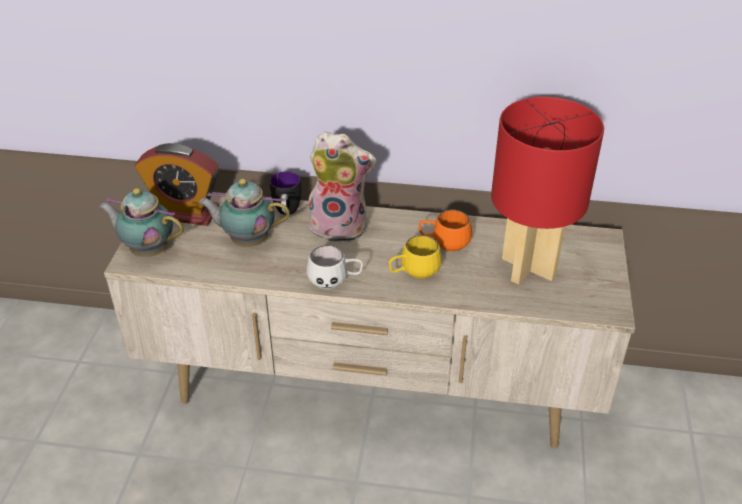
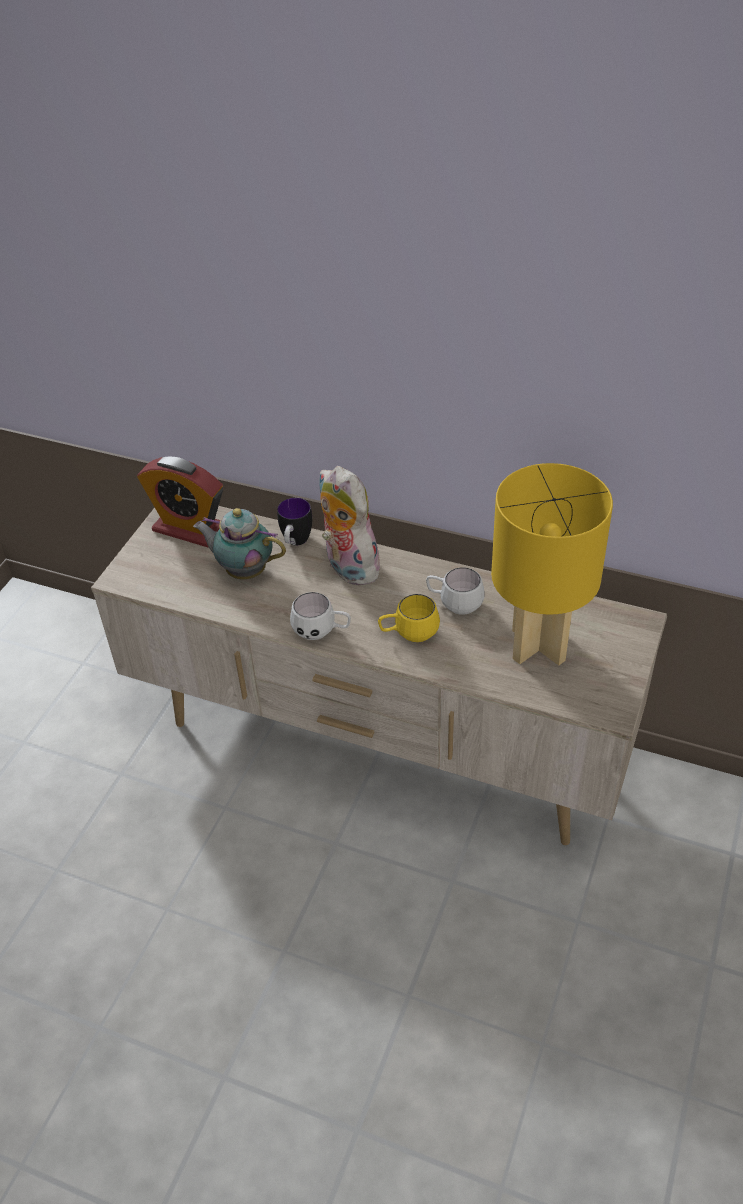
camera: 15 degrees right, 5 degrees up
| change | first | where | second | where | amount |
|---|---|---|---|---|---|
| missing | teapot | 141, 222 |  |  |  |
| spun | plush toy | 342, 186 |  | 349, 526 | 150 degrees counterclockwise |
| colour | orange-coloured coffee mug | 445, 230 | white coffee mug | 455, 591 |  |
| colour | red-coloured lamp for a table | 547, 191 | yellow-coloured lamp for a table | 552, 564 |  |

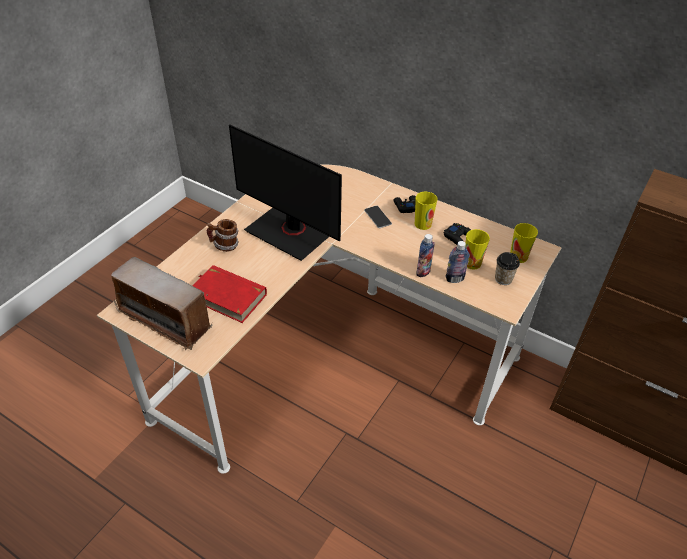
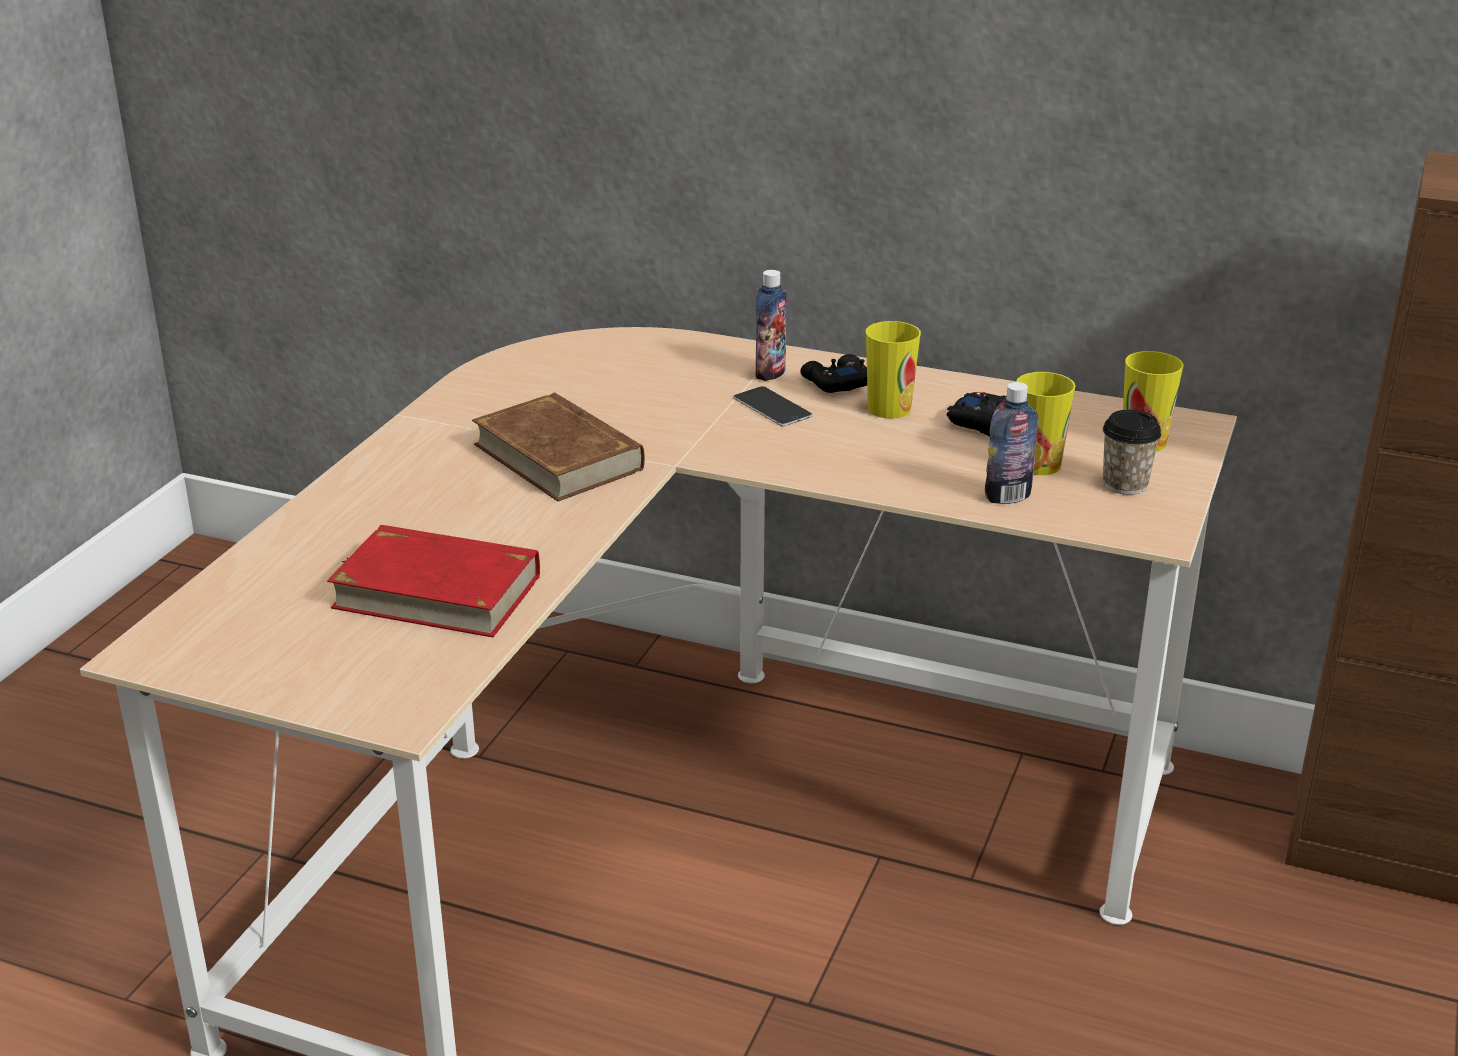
camera: 10 degrees left, 15 degrees down
| change | first | where | second | where | amount |
|---|---|---|---|---|---|
| missing | radio set | 161, 303 |  |  |  |
| missing | coffee mug | 223, 235 |  |  |  |
| exchanged | monitor | 285, 193 | brown-coloured bound book | 558, 447 |  |
| relocated | beverage bottle | 425, 256 |  | 771, 325 |  |

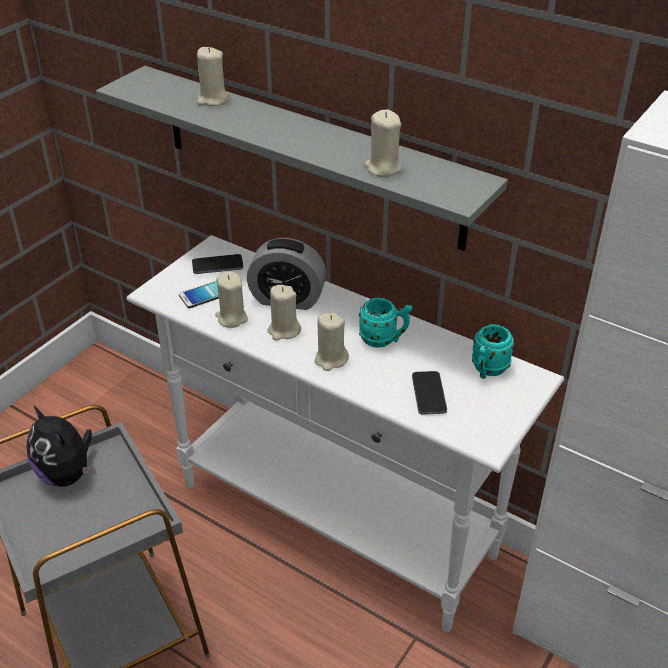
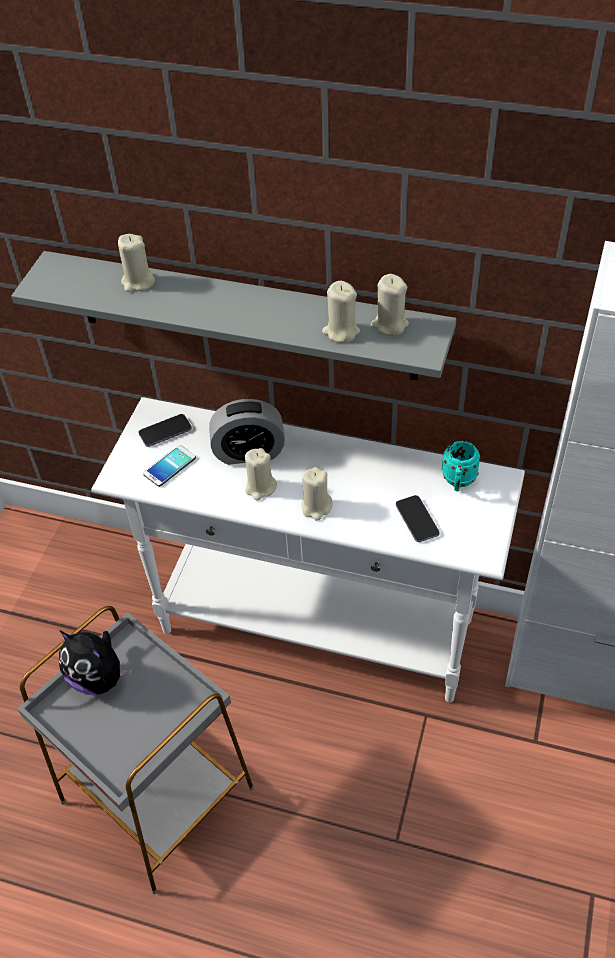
camera: 15 degrees left, 10 degrees up
| change | first | where | second | where | amount |
|---|---|---|---|---|---|
| relocated | beige candle | 231, 299 |  | 390, 305 |  |
| missing | turquoise-coloured coffee mug | 385, 323 |  |  |  |

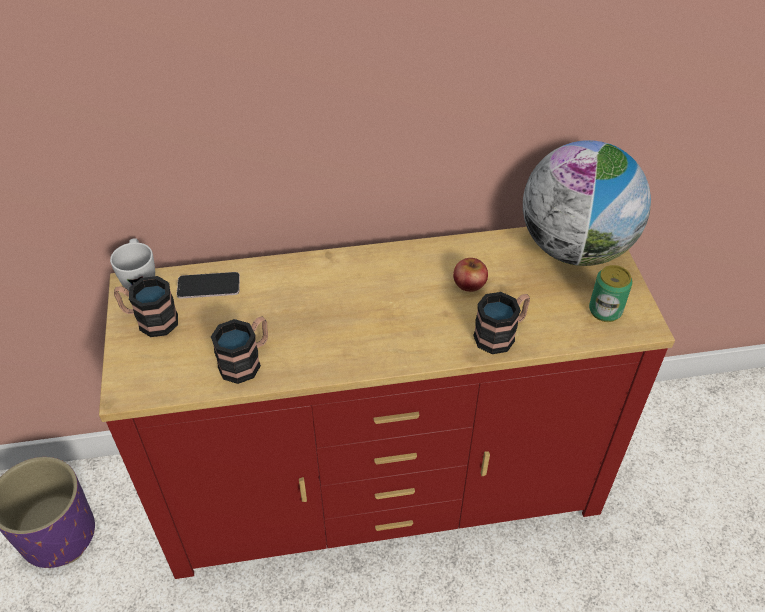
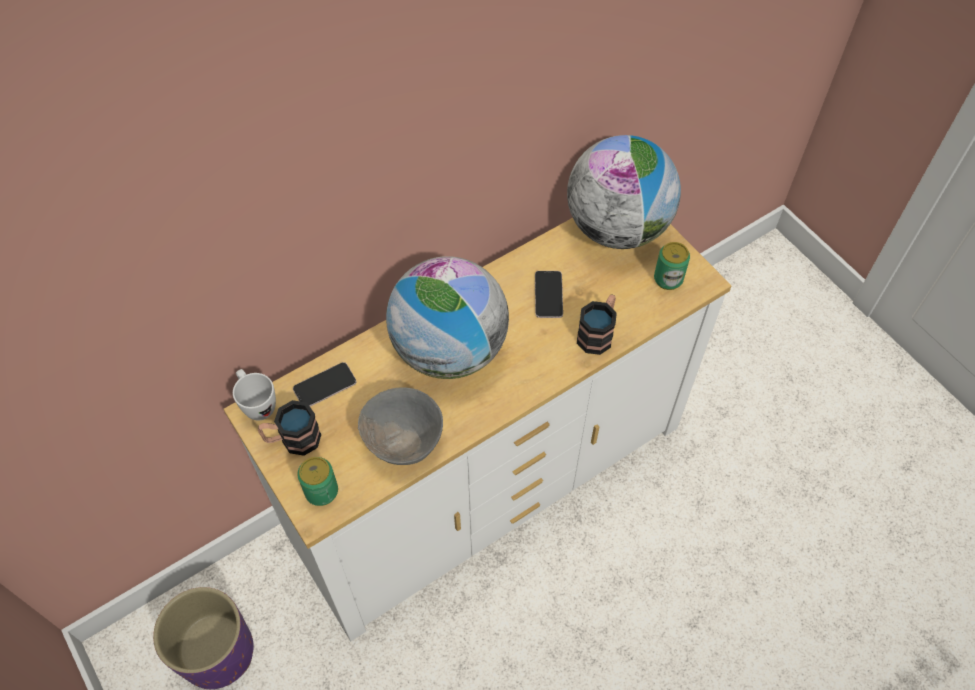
camera: 25 degrees left, 10 degrees up
| change | first | where | second | where | amount |
|---|---|---|---|---|---|
| colour | red-coloured dresser | 387, 403 | white dresser | 478, 429 |  |
| exchanged | coffee mug | 239, 350 | gray bowl | 400, 426 |  |
| exchanged | whole apple | 470, 275 | handset | 549, 294 |  |
| appeared |  |  | sealed can | 317, 481 |  |
| appeared |  |  | world globe | 447, 317 |  |

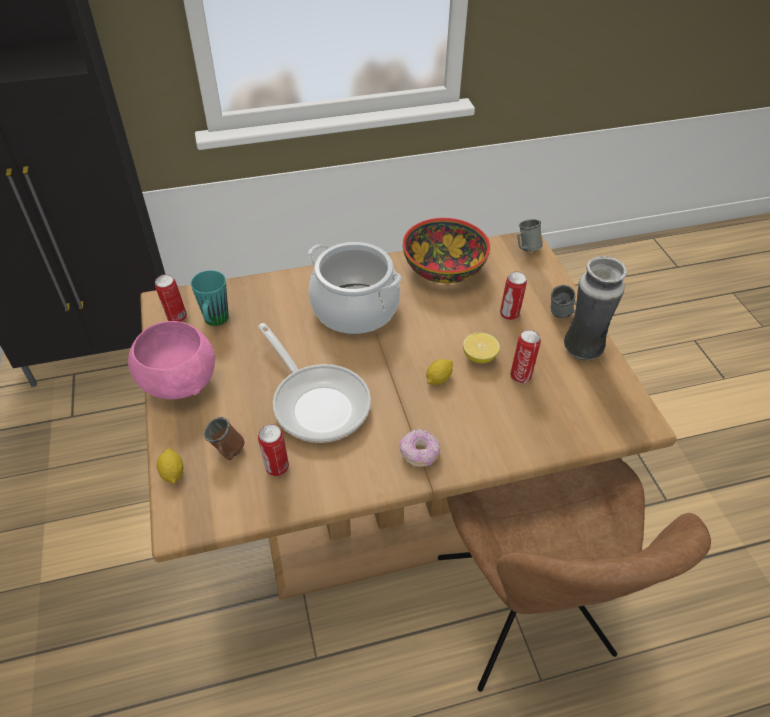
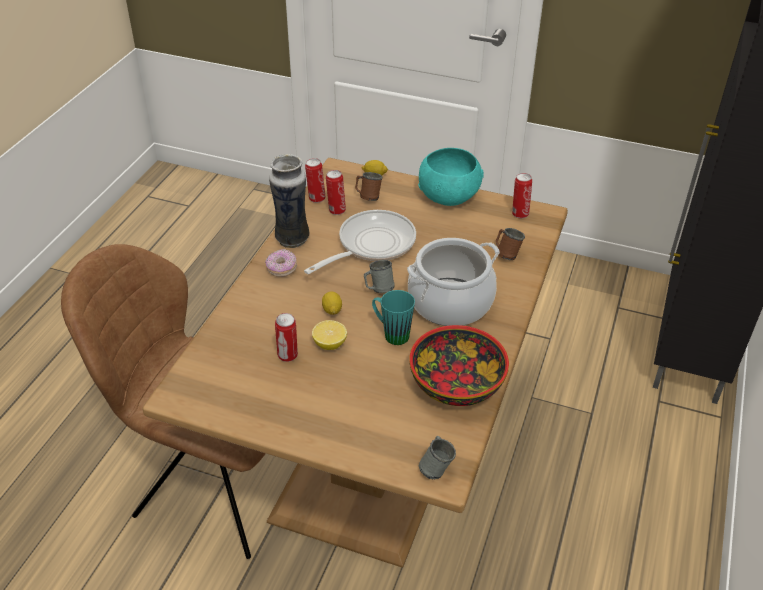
camera: 125 degrees right, 5 degrees down
| change | first | where | second | where | amount |
|---|---|---|---|---|---|
| colour | pinkish bowl | 171, 360 | turquoise-coloured bowl | 451, 177 |  |
| relocated | turquoise-coloured coffee mug | 210, 298 |  | 393, 317 |  |
| spun | pan | 314, 383 |  | 360, 242 | 135 degrees clockwise |
| relocated | sealed can | 513, 295 |  | 315, 180 |  |
| relocated | gray coffee mug | 564, 301 |  | 379, 276 |  |
| relocated | flower vase | 595, 308 |  | 289, 201 |  |
| appeared |  |  | brown-coloured coffee mug | 510, 244 |  |

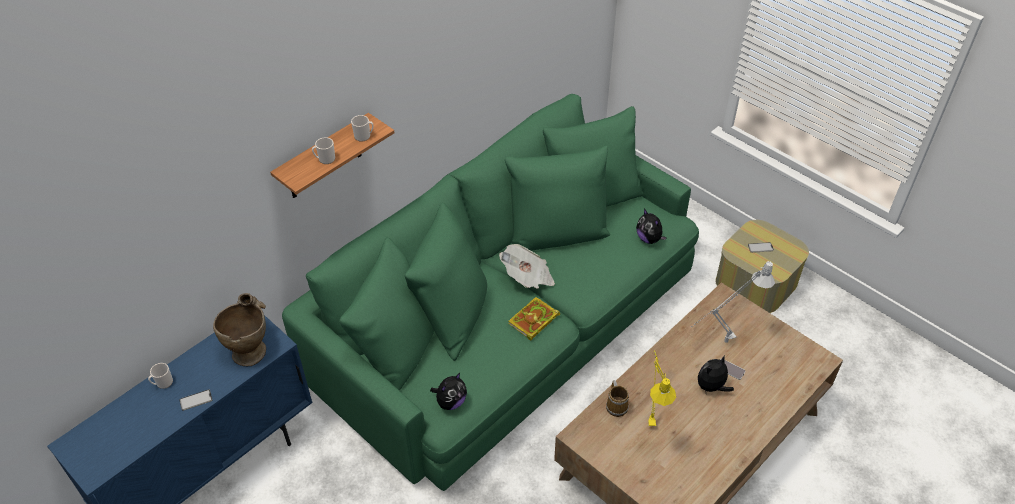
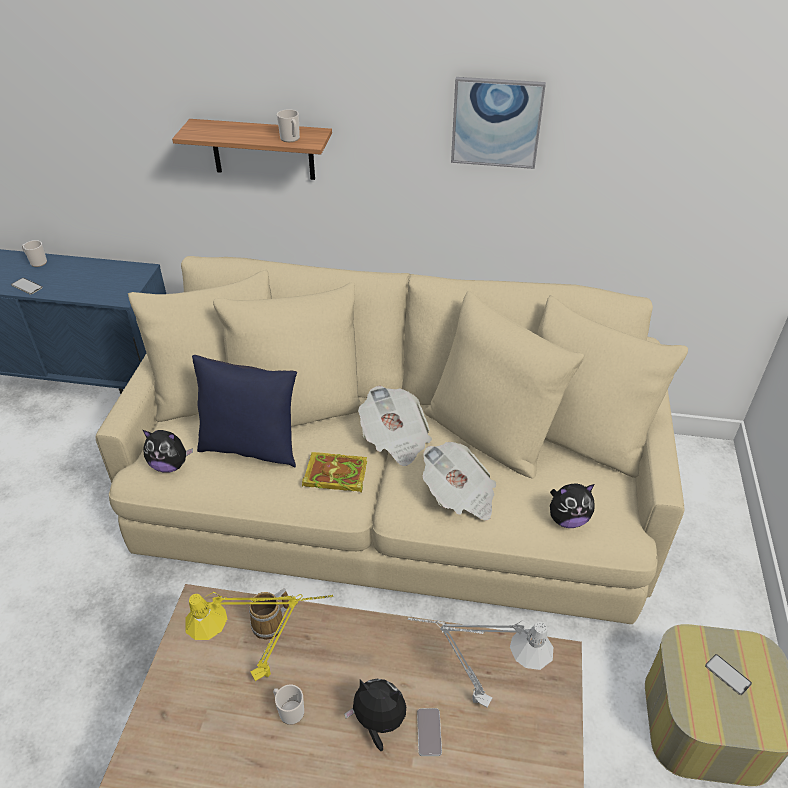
camera: 55 degrees right, 5 degrees down
| change | first | where | second | where | amount |
|---|---|---|---|---|---|
| missing | beige flower vase | 239, 330 |  |  |  |
| colour | green-coloured settee | 490, 292 | beige settee | 392, 440 |  |
| relocated | coffee mug | 323, 150 |  | 288, 705 |  |
| spun | plush toy | 651, 226 |  | 572, 506 | 120 degrees counterclockwise |
| appeared |  |  | blue throw pillow | 244, 411 |  |
| appeared |  |  | daily paper | 459, 481 |  |
| appeared |  |  | picture | 498, 123 |  |

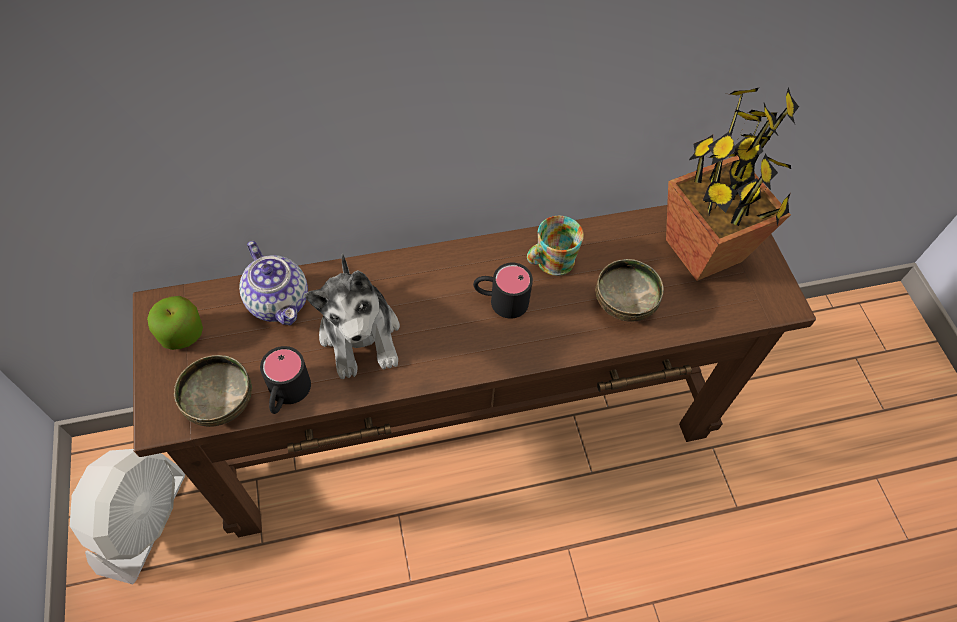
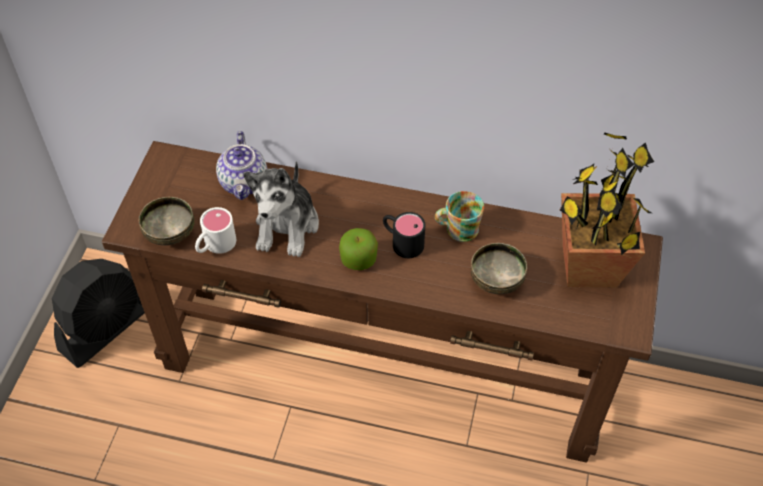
camera: 30 degrees right, 5 degrees down
| change | first | where | second | where | amount |
|---|---|---|---|---|---|
| colour | white fan | 127, 516 | black-coloured fan | 98, 313 |  |
| relocated | whole apple | 175, 323 |  | 358, 249 |  |
| colour | black-coloured coffee mug | 285, 380 | white coffee mug | 215, 230 |  |

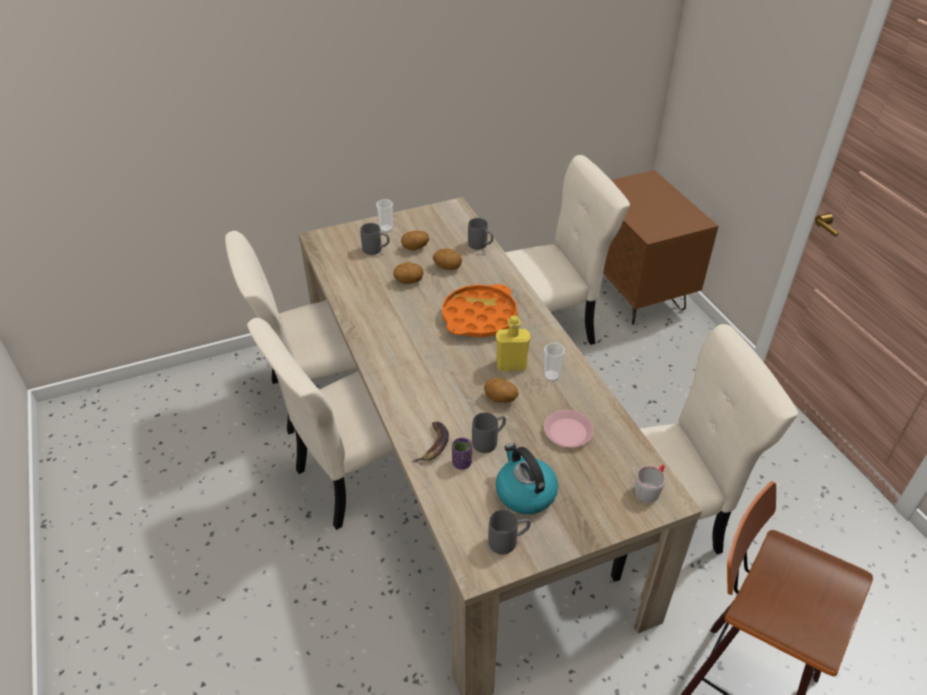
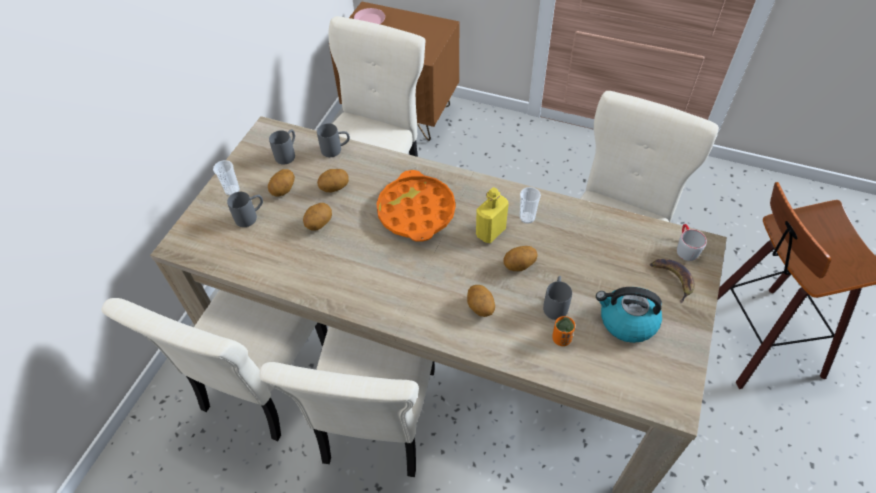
camera: 45 degrees left, 10 degrees up
| change | first | where | second | where | amount |
|---|---|---|---|---|---|
| relocated | banana fruit | 430, 442 |  | 672, 281 |  |
| colour | purplish cup | 462, 454 | orange-coloured cup | 563, 331 |  |
| relocated | gray coffee mug | 509, 532 |  | 282, 146 |  |
| relocated | pinkish flat dish | 569, 429 |  | 369, 16 |  |
| appeared |  |  | whole potato | 481, 301 |  |

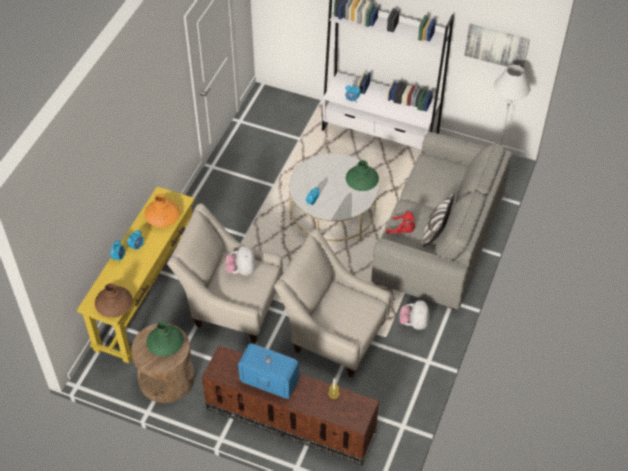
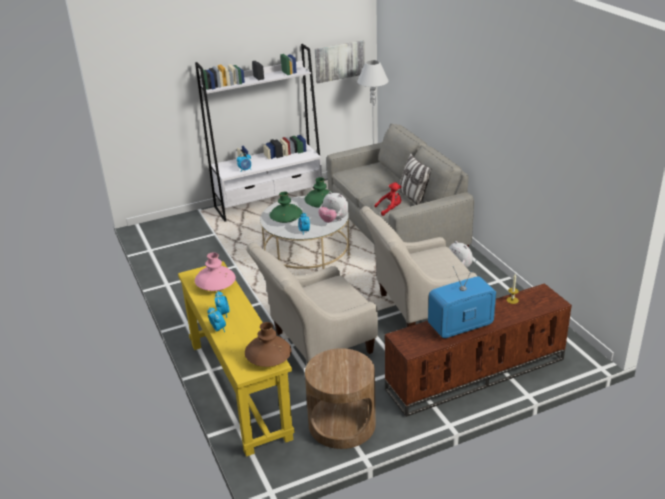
camera: 45 degrees left, 20 degrees down
| change | first | where | second | where | amount |
|---|---|---|---|---|---|
| colour | orange-coloured flower vase | 162, 210 | pinkish flower vase | 215, 271 |  |
| relocated | green-coloured flower vase | 165, 339 |  | 286, 207 |  |
| relocated | plush toy | 240, 261 |  | 333, 207 |  |

